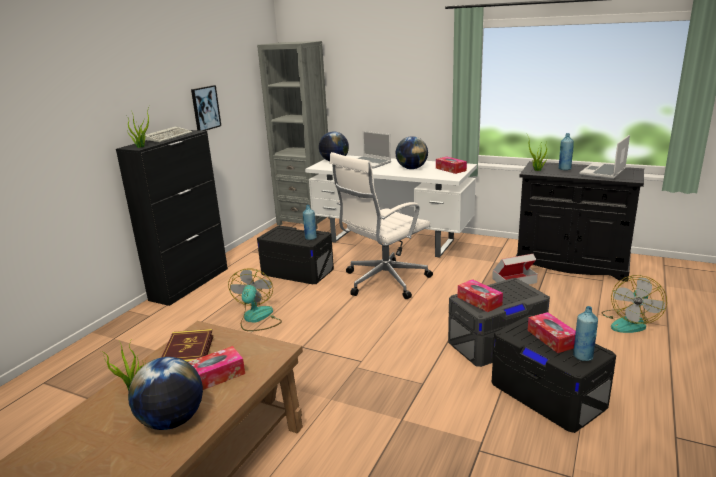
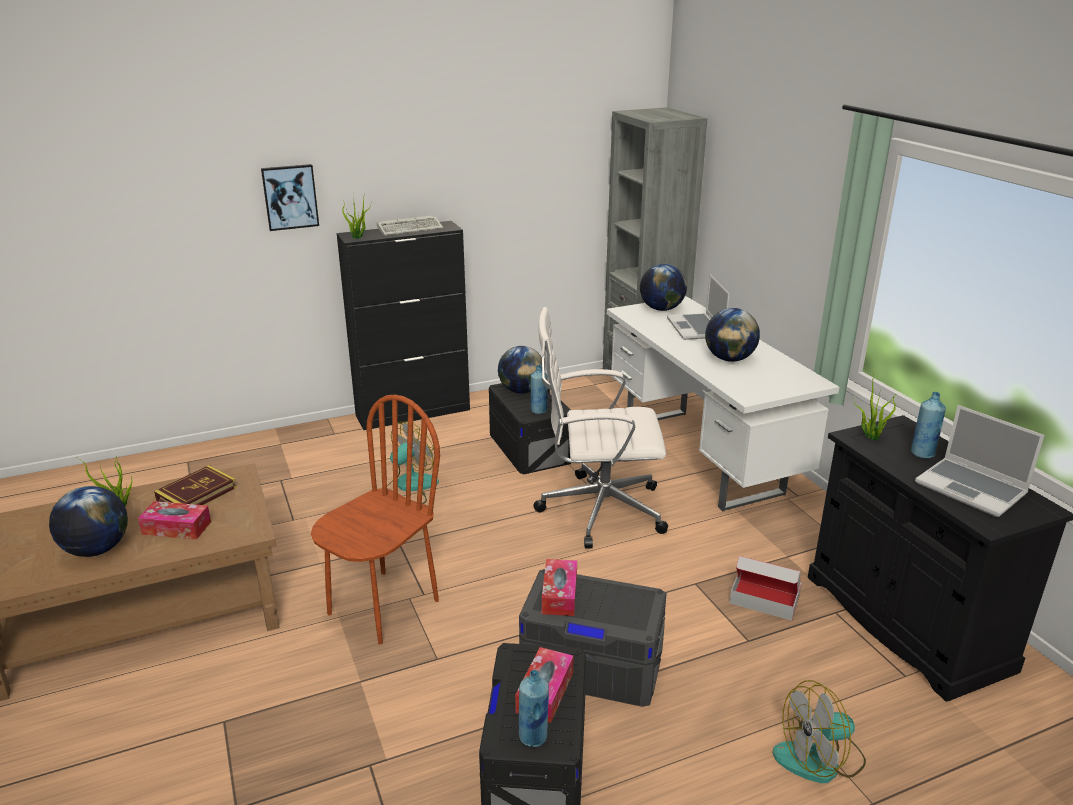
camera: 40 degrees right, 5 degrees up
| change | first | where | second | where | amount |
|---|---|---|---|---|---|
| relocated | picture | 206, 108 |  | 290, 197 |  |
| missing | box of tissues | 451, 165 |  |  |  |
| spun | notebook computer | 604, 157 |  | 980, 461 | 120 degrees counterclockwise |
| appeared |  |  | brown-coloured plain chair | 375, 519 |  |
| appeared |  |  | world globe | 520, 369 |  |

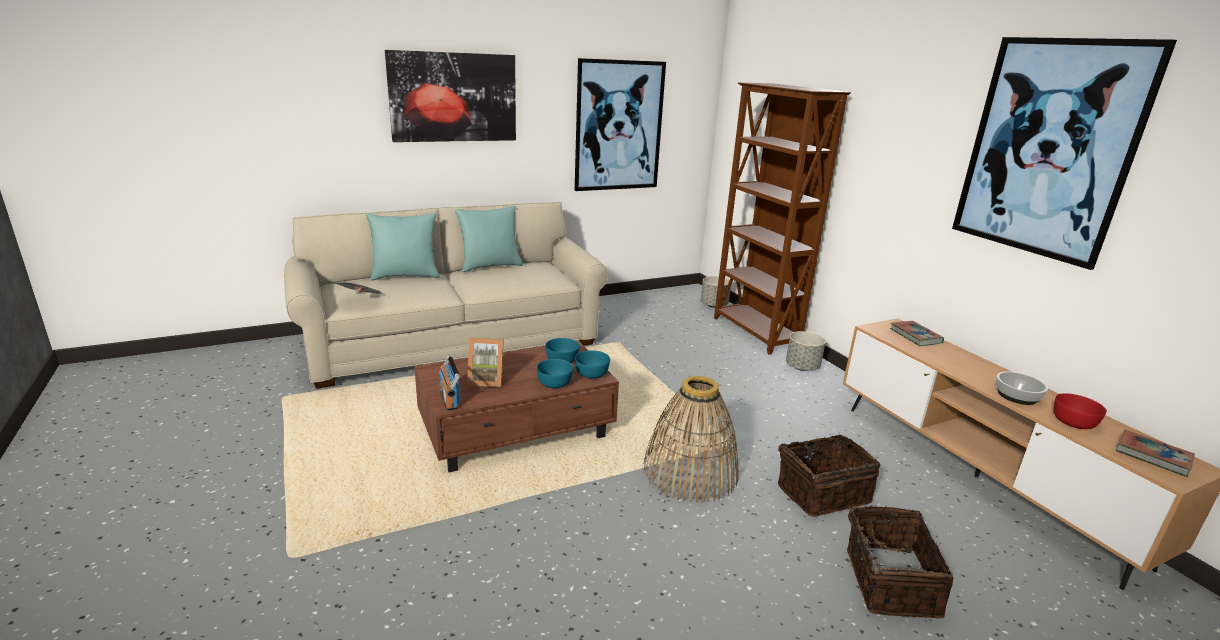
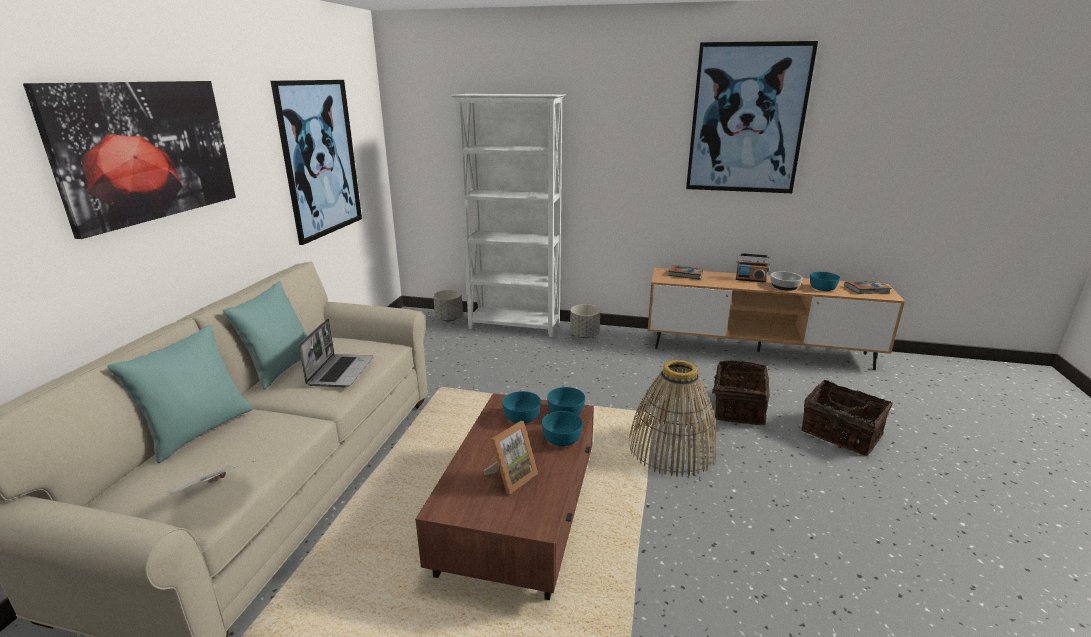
camera: 50 degrees left, 0 degrees up
| change | first | where | second | where | amount |
|---|---|---|---|---|---|
| relocated | radio set | 449, 383 |  | 753, 268 |  |
| colour | brown-coloured bookcase | 782, 218 | white bookcase | 508, 215 |  |
| colour | red-coloured bowl | 1080, 411 | turquoise-coloured bowl | 825, 281 |  |
| appeared |  |  | notebook computer | 336, 353 |  |

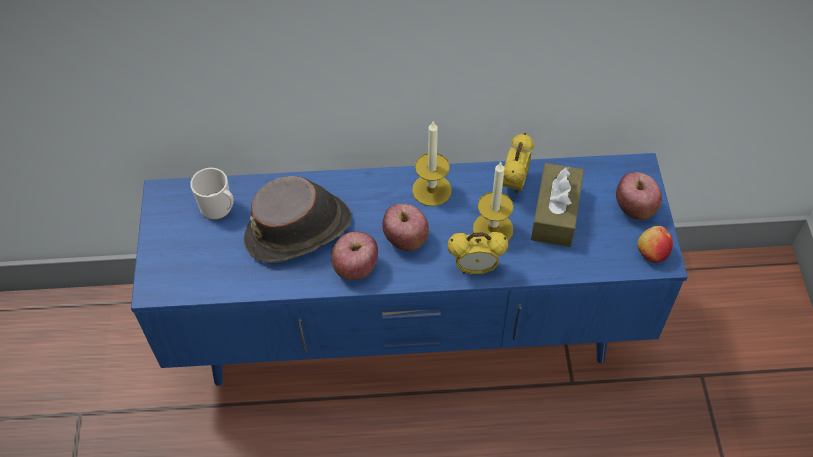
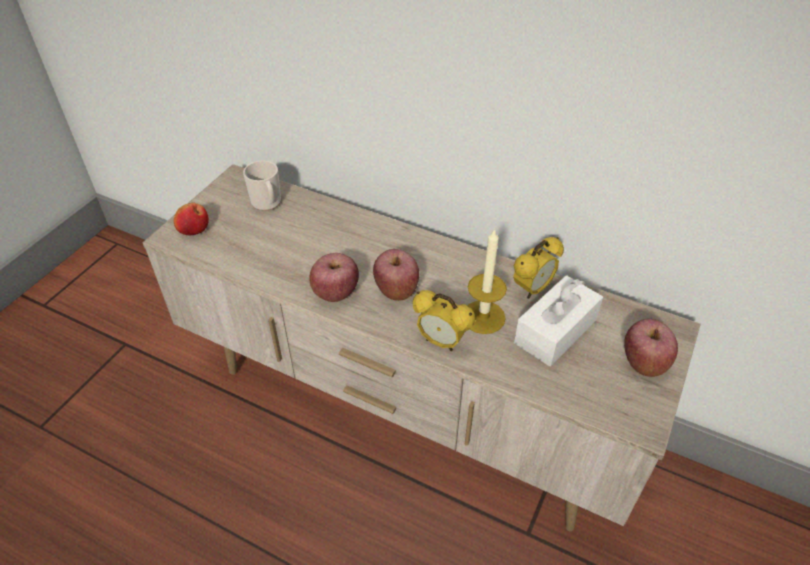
camera: 30 degrees right, 10 degrees down
| change | first | where | second | where | amount |
|---|---|---|---|---|---|
| colour | blue tv unit | 409, 269 | beige tv unit | 421, 347 |  |
| missing | brown-coloured hat | 297, 219 |  |  |  |
| missing | candle | 432, 164 |  |  |  |
| colour | brown-coloured box of tissues | 557, 205 | white box of tissues | 558, 320 |  |
| relocated | whole apple | 655, 244 |  | 191, 218 |  |

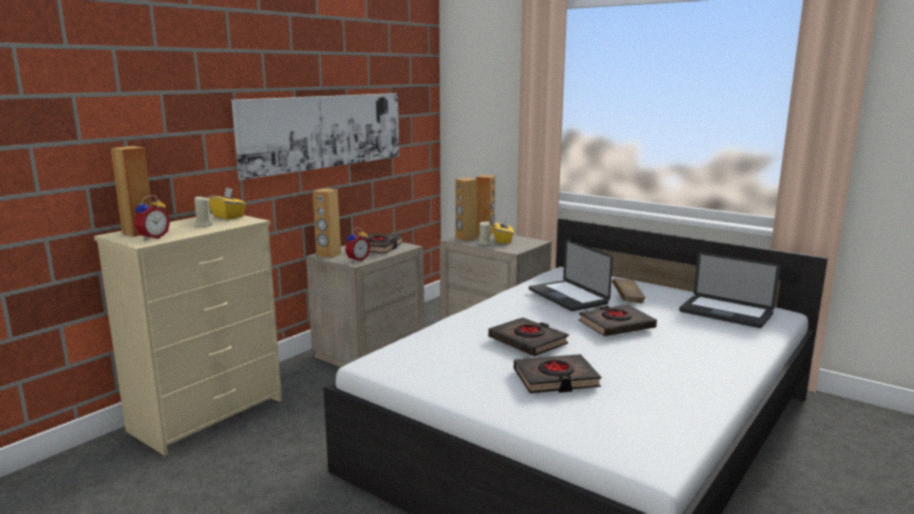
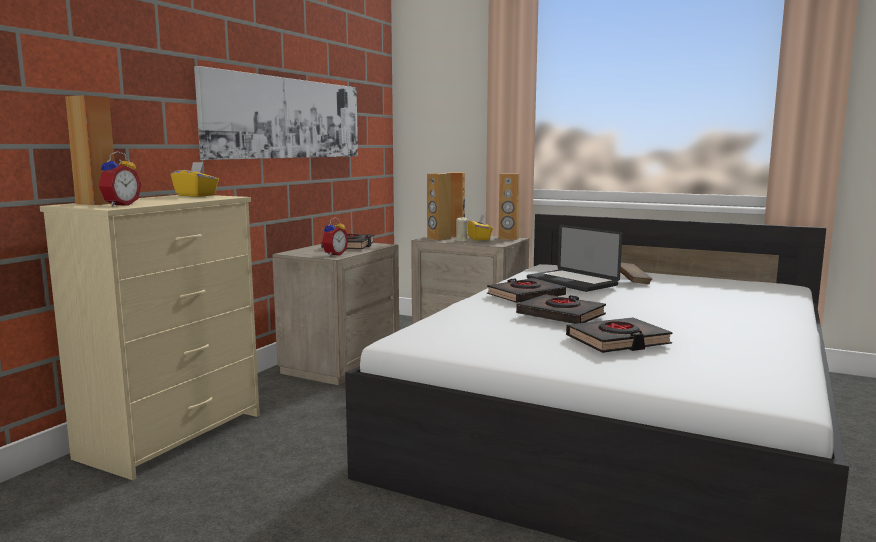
camera: 10 degrees left, 5 degrees down
| change | first | where | second | where | amount |
|---|---|---|---|---|---|
| missing | beige candle | 203, 211 |  |  |  |
| relocated | brown-coloured loudspeaker | 327, 223 |  | 509, 206 |  |
| relocated | black-coloured bound book | 617, 320 |  | 526, 290 |  |
| missing | notebook computer | 729, 290 |  |  |  |

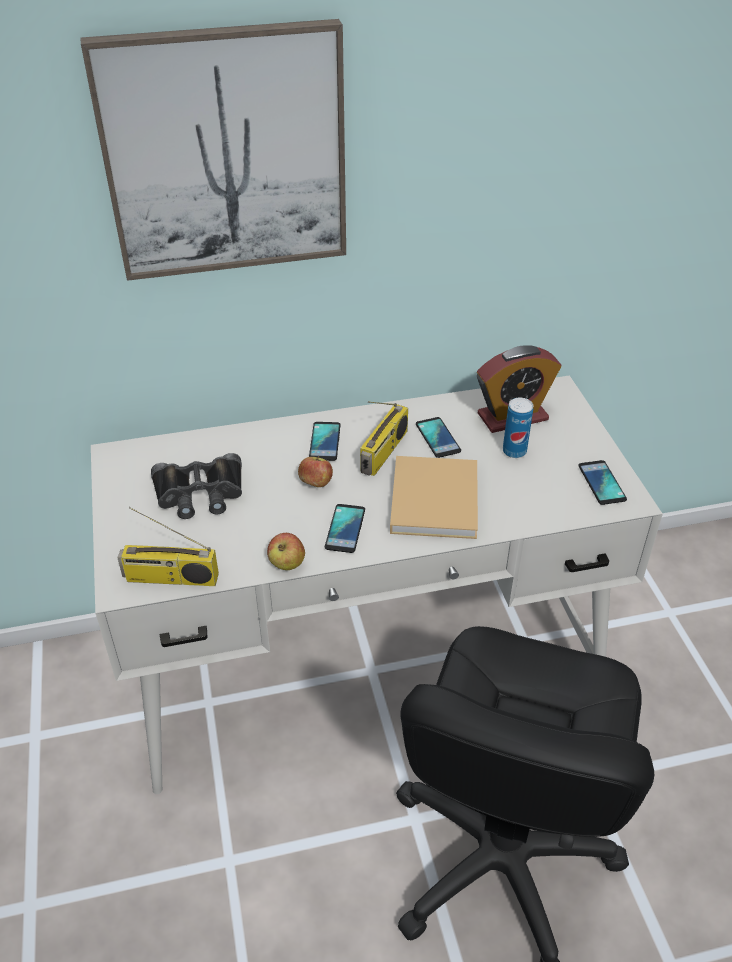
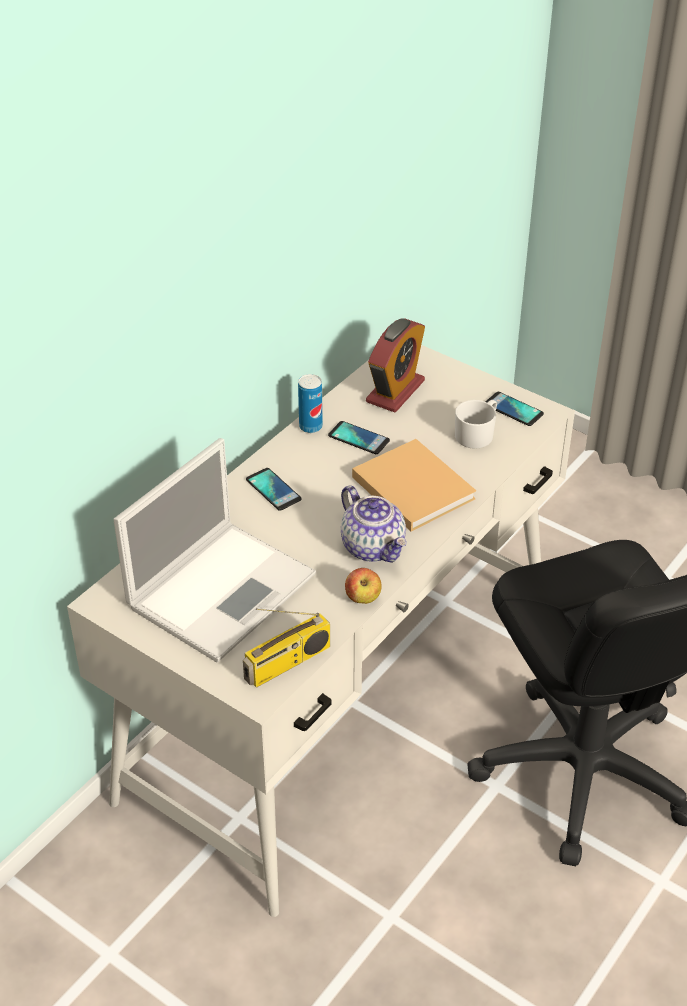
camera: 40 degrees left, 0 degrees up
| change | first | where | second | where | amount |
|---|---|---|---|---|---|
| missing | picture | 213, 150 |  |  |  |
| exchanged | black-coloured binoculars | 196, 486 | notebook computer | 214, 550 |  |
| missing | whole apple | 315, 471 |  |  |  |
| exchanged | handset | 345, 528 | teapot | 374, 524 |  |
| missing | radio set | 384, 438 |  |  |  |
| relocated | sealed can | 518, 427 |  | 310, 403 |  |
| appeared |  |  | white coffee mug | 476, 424 |  |

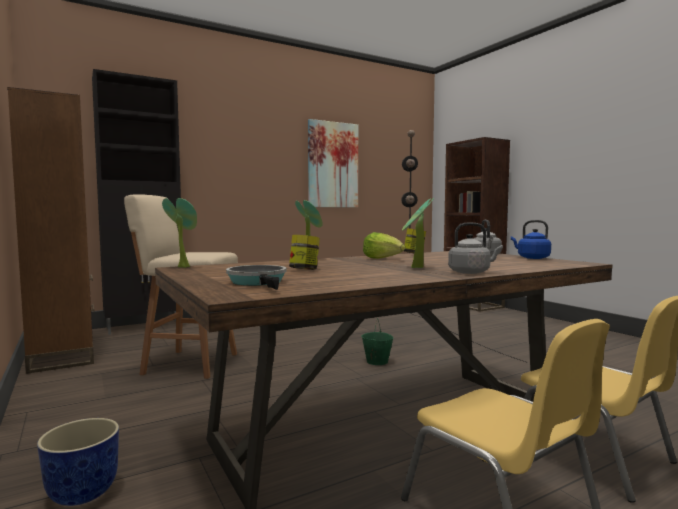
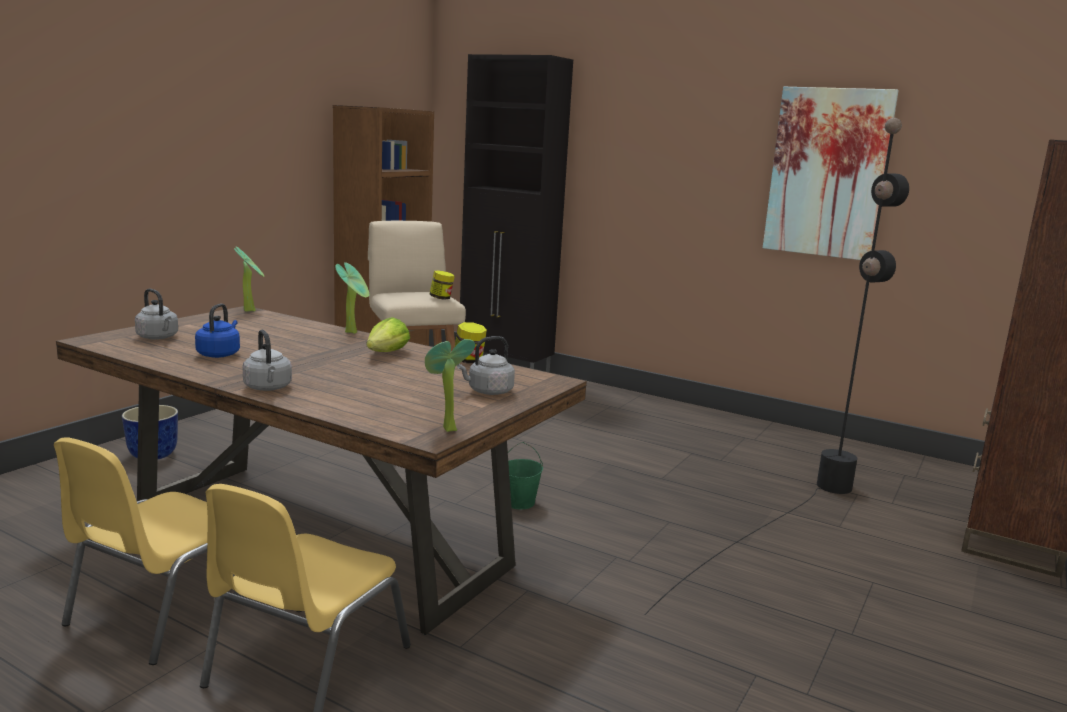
camera: 60 degrees right, 10 degrees up
| change | first | where | second | where | amount |
|---|---|---|---|---|---|
| exchanged | pan | 256, 277 | gray water kettle | 156, 314 |  |
| relocated | storage jar | 304, 252 |  | 442, 285 |  |
| relocated | houseplant | 418, 233 |  | 450, 385 |  |
| relocated | blue water kettle | 531, 239 |  | 217, 330 |  |

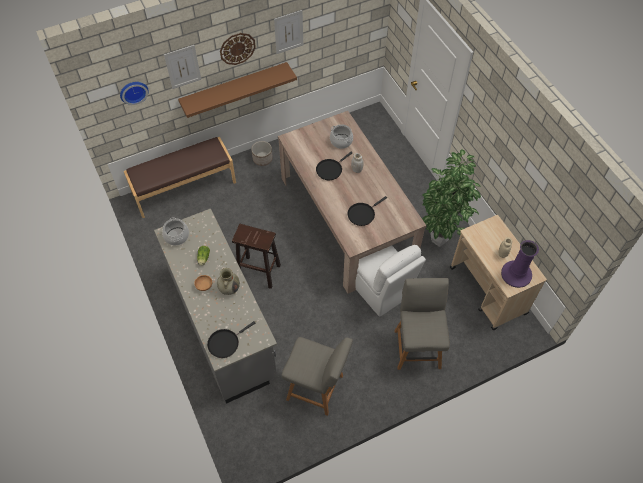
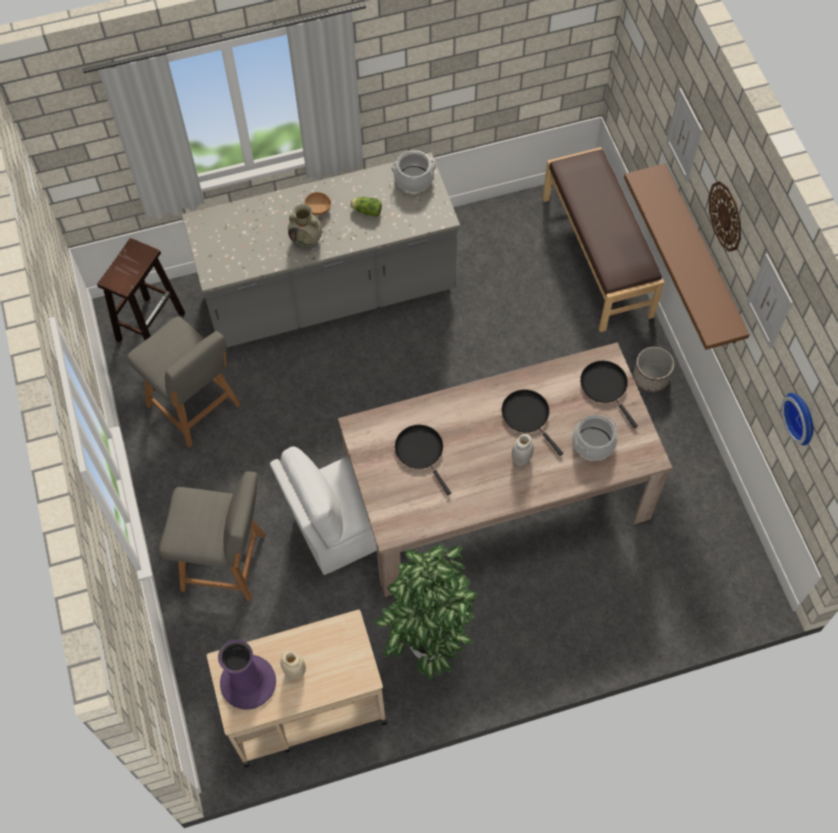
camera: 100 degrees right, 5 degrees up
| change | first | where | second | where | amount |
|---|---|---|---|---|---|
| relocated | clock on the wall | 134, 93 |  | 797, 419 |  |
| relocated | black-coloured pan | 231, 339 |  | 609, 394 |  |
| relocated | brown-coloured sitting stool | 256, 256 |  | 141, 290 |  |
| spun | gray plain chair | 317, 376 |  | 184, 382 | 75 degrees counterclockwise |

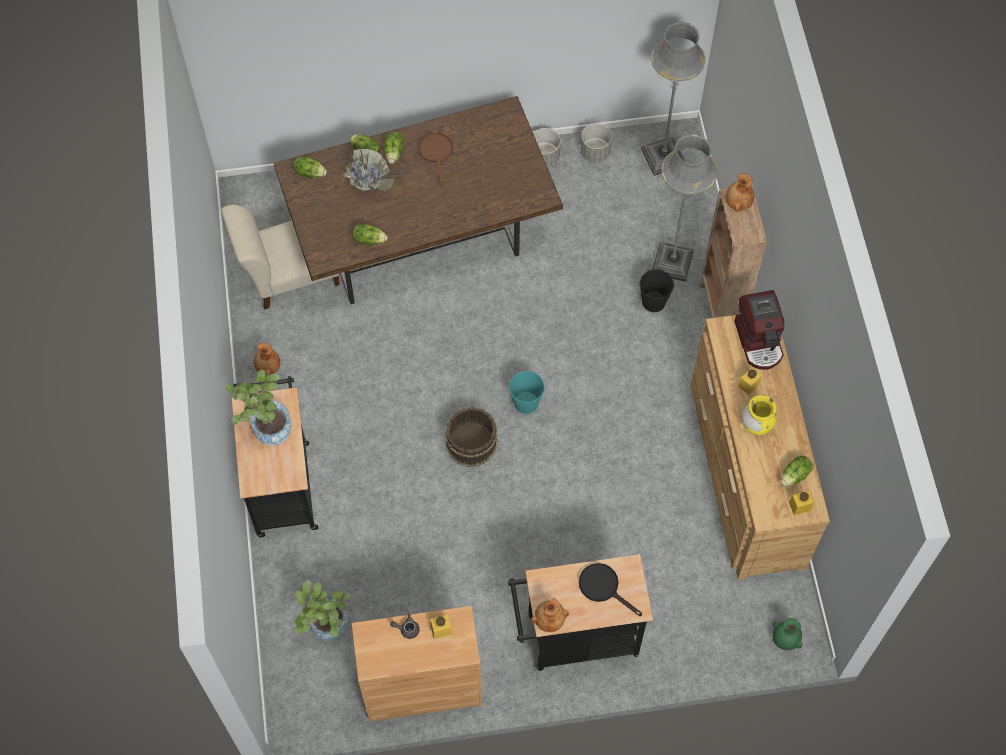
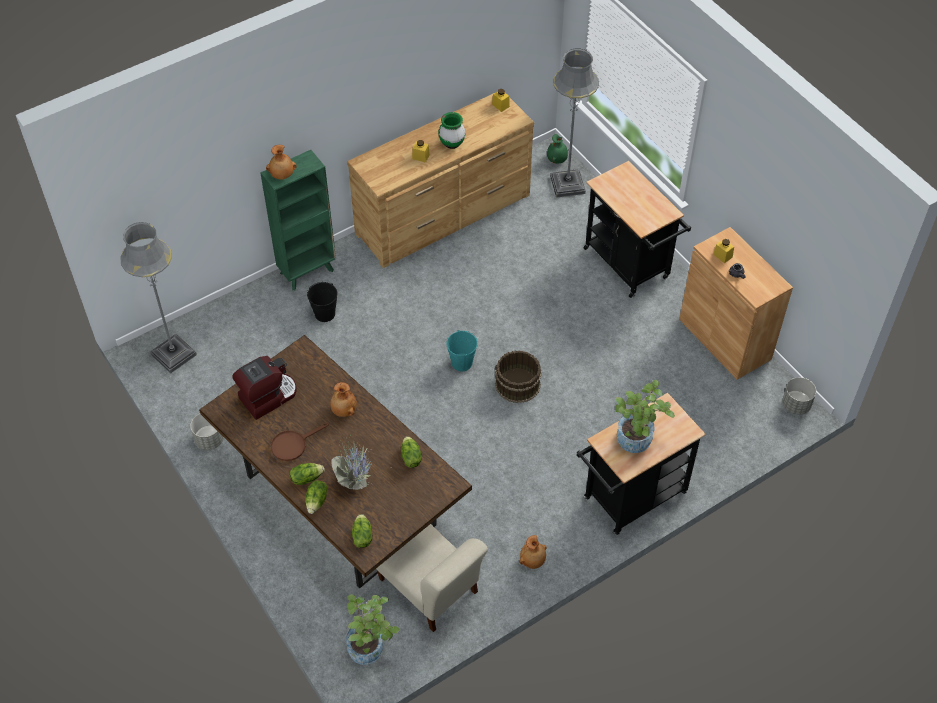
camera: 115 degrees left, 10 degrees down
| change | first | where | second | where | amount |
|---|---|---|---|---|---|
| relocated | houseplant | 322, 610 |  | 373, 629 |  |
| relocated | brown-coloured flower vase | 550, 615 |  | 343, 399 |  |
| missing | black-coloured pan | 610, 589 |  |  |  |
| relocated | gray plant pot | 596, 143 |  | 799, 396 |  |
| relocated | gray standard lamp | 684, 208 |  | 574, 123 |  |
| colour | brown-coloured bookcase | 733, 251 | green-coloured bookcase | 298, 220 |  |
| relocated | coffee brewer | 759, 330 |  | 264, 388 |  |
| colour | yellow-coloured flower vase | 759, 415 | green-coloured flower vase | 452, 130 |  |
| missing | lettuce | 797, 471 |  |  |  |

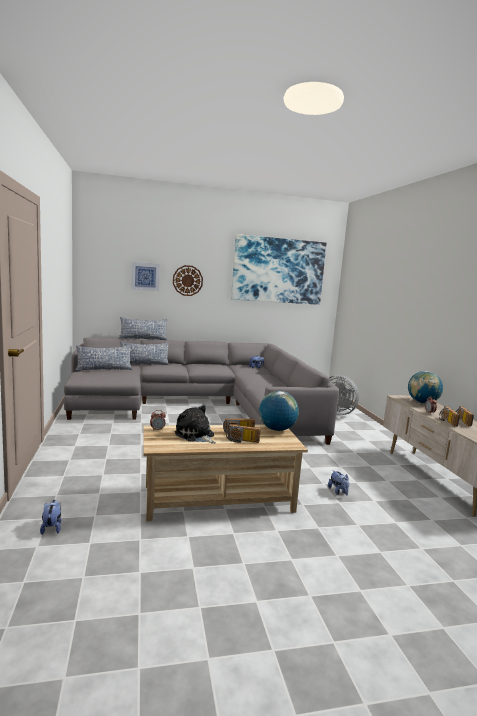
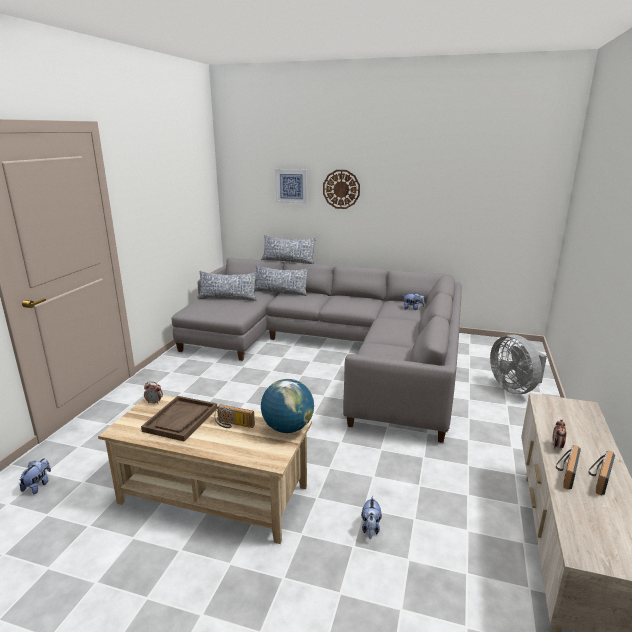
camera: 30 degrees right, 10 degrees up
| change | first | where | second | where | amount |
|---|---|---|---|---|---|
| exchanged | plush toy | 195, 424 | brown-coloured serving tray | 179, 419 |  |
| missing | radio set | 243, 433 |  |  |  |
| missing | picture | 279, 269 |  |  |  |
| missing | world globe | 425, 387 |  |  |  |

